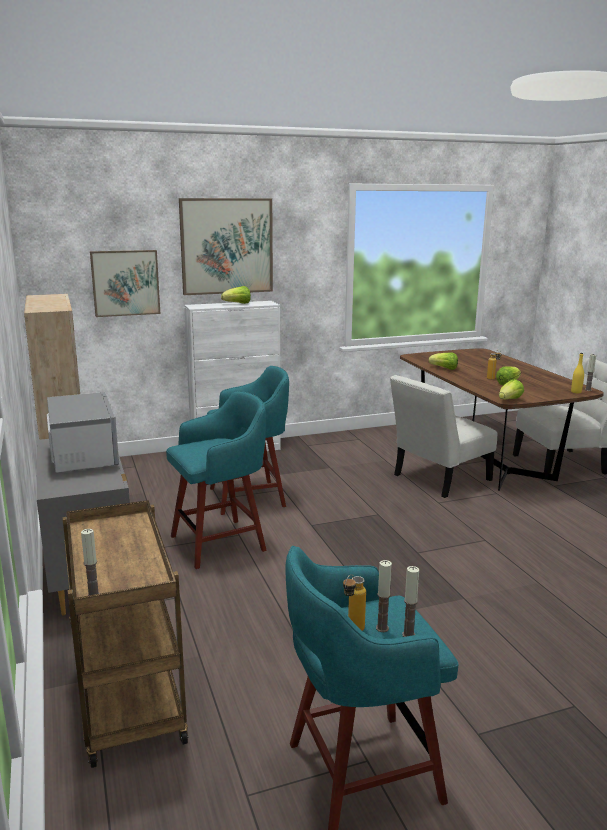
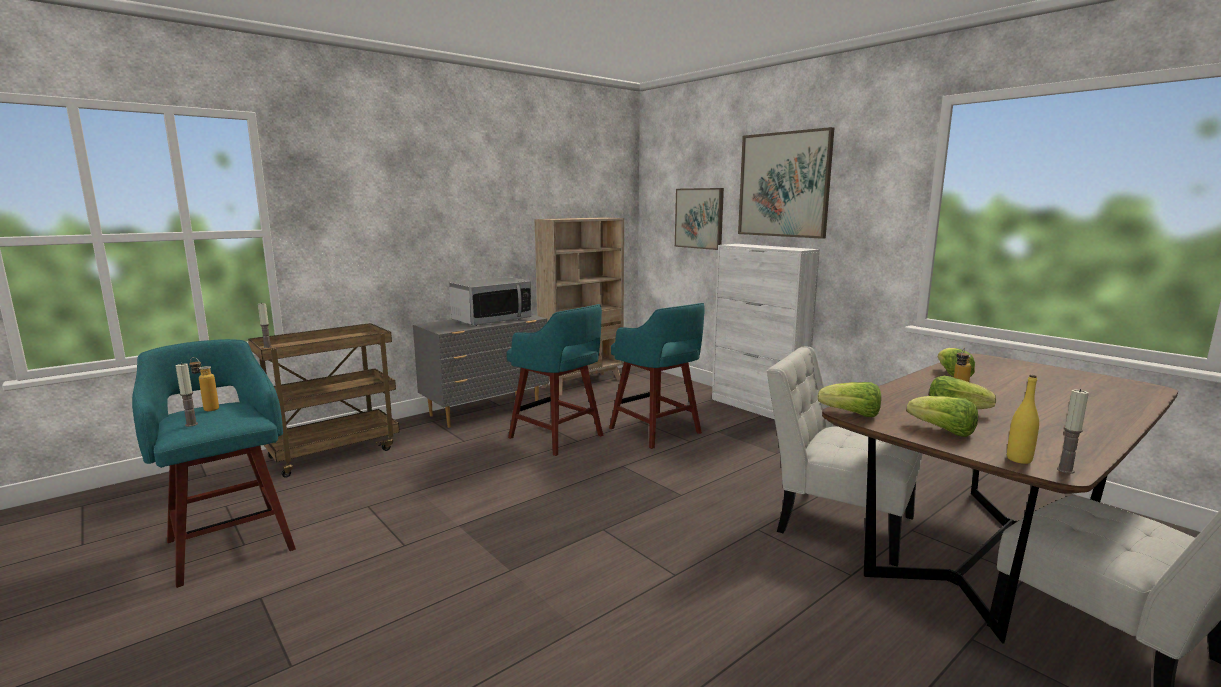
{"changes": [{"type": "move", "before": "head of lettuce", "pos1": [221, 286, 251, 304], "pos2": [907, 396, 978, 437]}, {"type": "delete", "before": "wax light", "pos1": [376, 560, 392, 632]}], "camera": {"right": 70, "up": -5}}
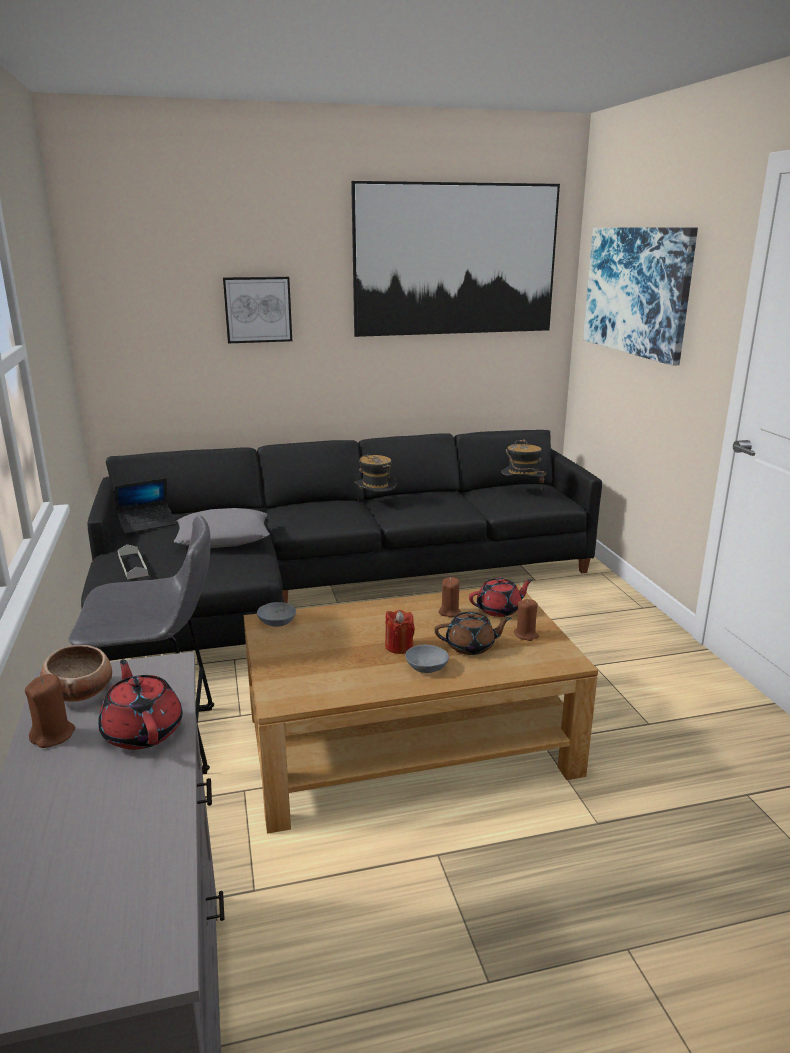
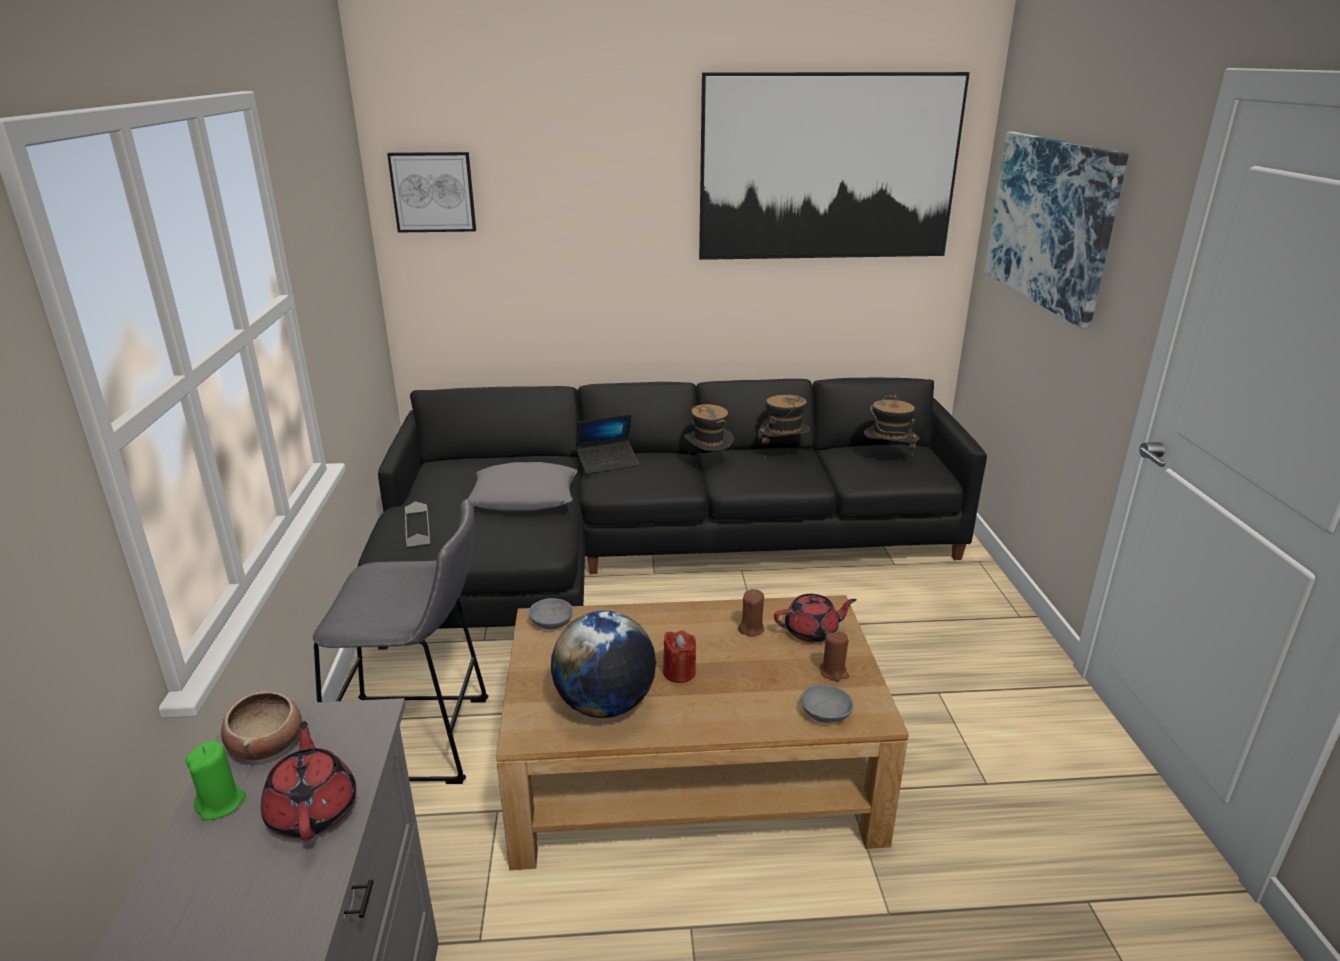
{"changes": [{"type": "move", "before": "wall art", "pos1": [223, 277, 292, 343], "pos2": [387, 152, 476, 233]}, {"type": "move", "before": "notebook computer", "pos1": [114, 478, 176, 534], "pos2": [576, 414, 639, 474]}, {"type": "delete", "before": "teapot in brown-coloured", "pos1": [434, 611, 512, 655]}, {"type": "move", "before": "deep dish in grey", "pos1": [405, 645, 449, 673], "pos2": [801, 684, 853, 723]}, {"type": "recolor", "before": "wax light in brown-coloured", "after": "wax light in green-coloured", "pos1": [25, 674, 75, 748], "pos2": [185, 740, 246, 820]}, {"type": "insert", "after": "wearable hat", "pos2": [758, 395, 810, 458]}, {"type": "insert", "after": "desk globe", "pos2": [551, 611, 656, 718]}], "camera": {"right": 10, "up": 5}}
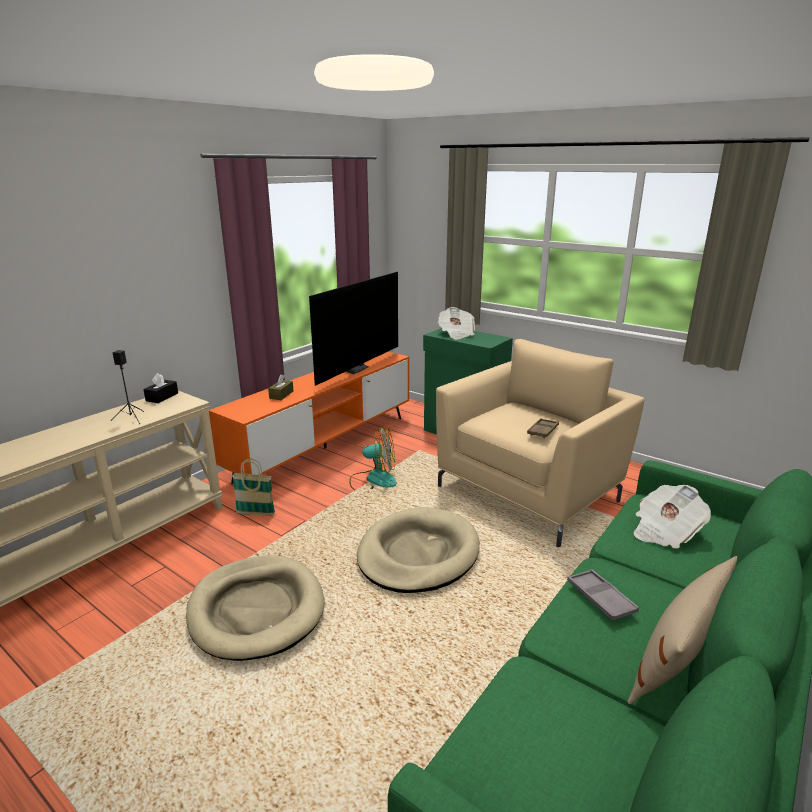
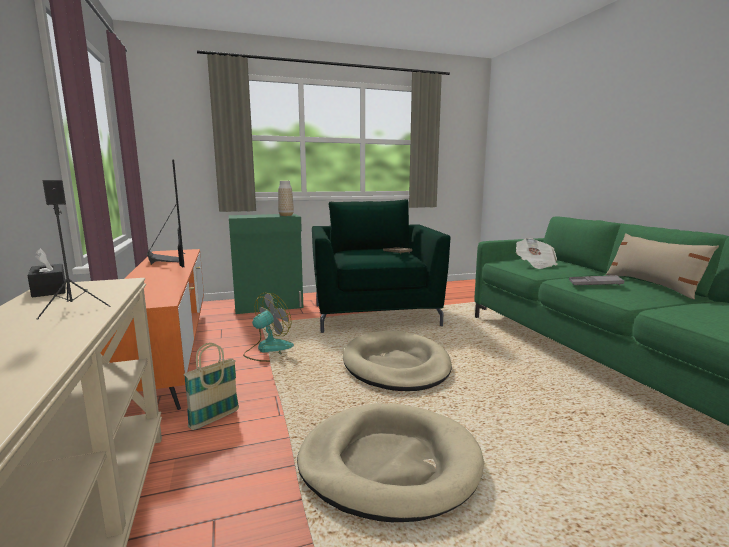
{"changes": [{"type": "delete", "before": "daily paper", "pos1": [438, 307, 475, 340]}, {"type": "recolor", "before": "lounge chair in sand-coloured", "after": "lounge chair in green-coloured", "pos1": [436, 339, 645, 547], "pos2": [312, 199, 450, 333]}, {"type": "delete", "before": "tissue box in brown-coloured", "pos1": [268, 374, 293, 400]}, {"type": "insert", "after": "flower vase", "pos2": [278, 181, 294, 216]}], "camera": {"right": -55, "up": -10}}
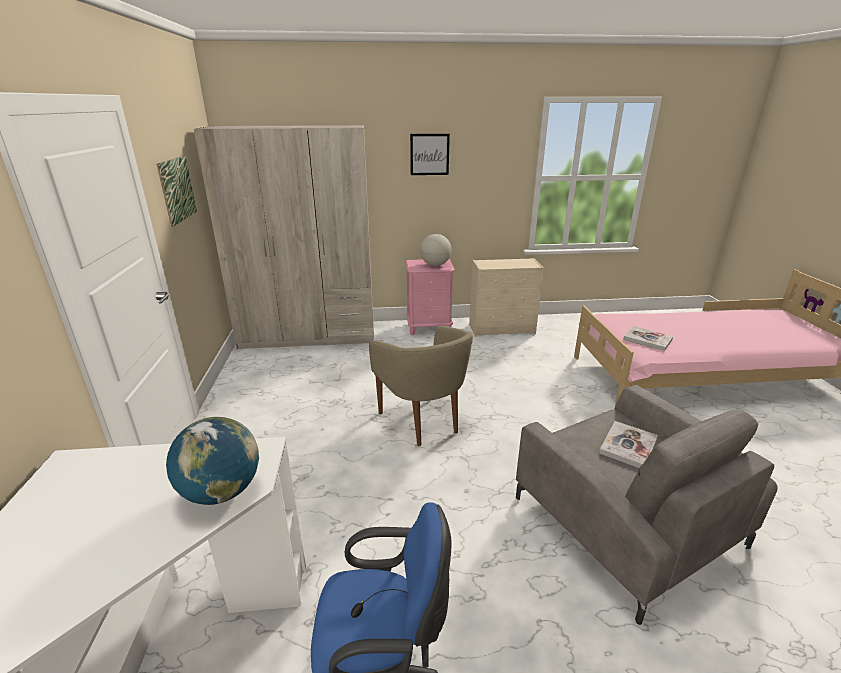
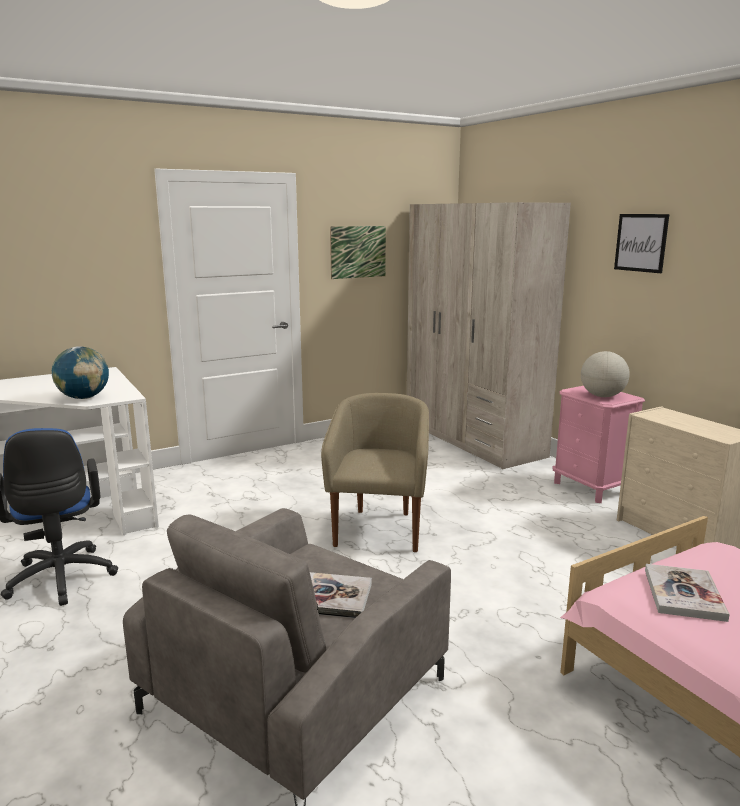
{"changes": [{"type": "rotate", "before": "lounge chair in sand-coloured", "pos1": [369, 326, 473, 446], "pos2": [321, 393, 429, 552], "turn": 150}], "camera": {"right": 65, "up": -10}}
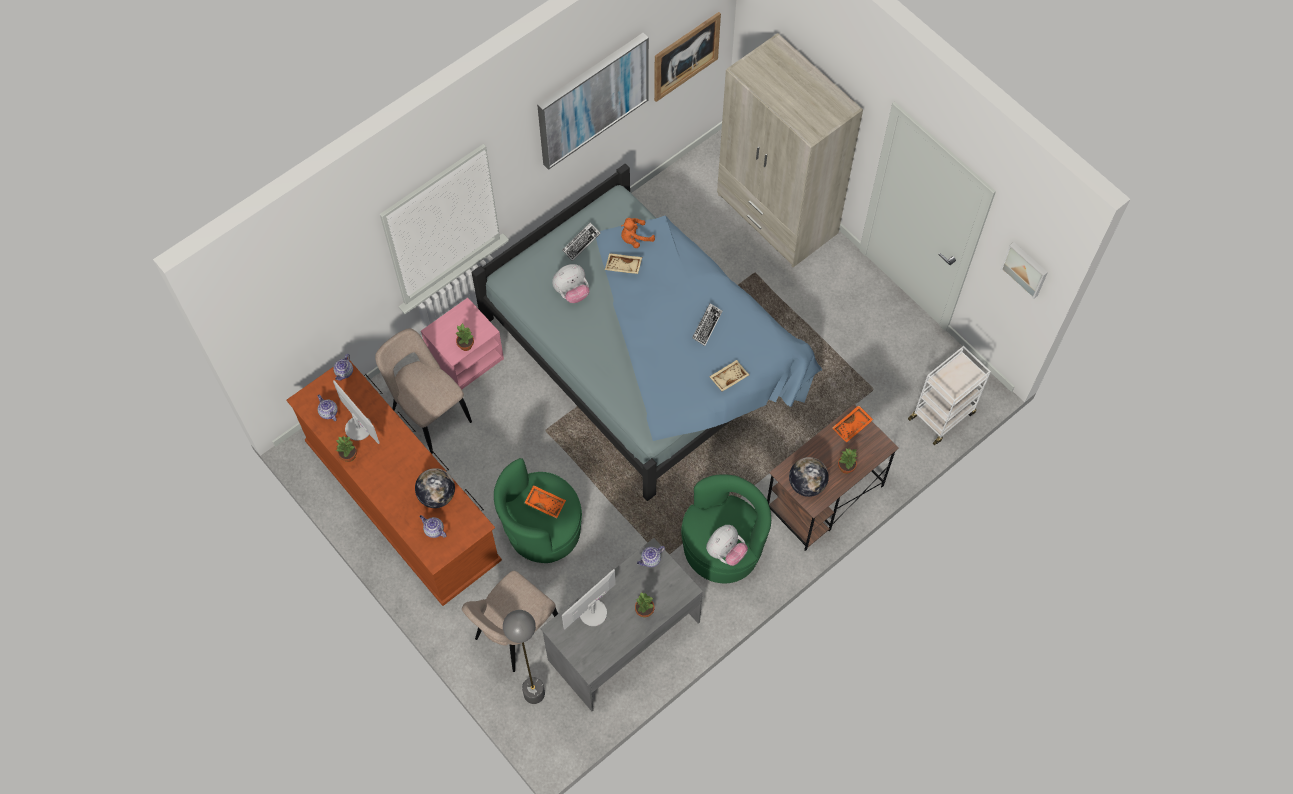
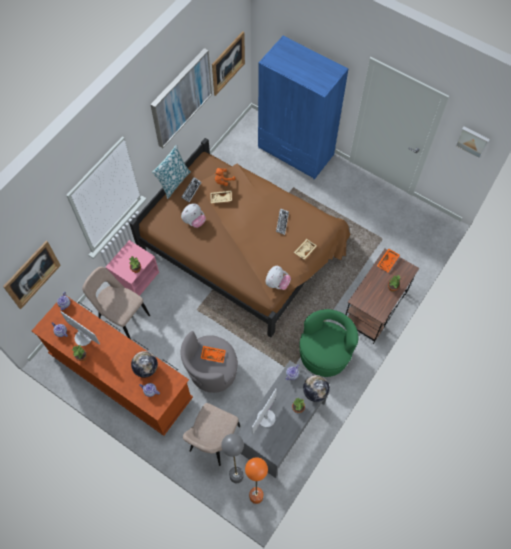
{"changes": [{"type": "recolor", "before": "armoire in sand-coloured", "after": "armoire in blue-coloured", "pos1": [717, 33, 863, 267], "pos2": [258, 36, 348, 180]}, {"type": "recolor", "before": "sleeping bed in blue-coloured", "after": "sleeping bed in brown-coloured", "pos1": [472, 164, 822, 501], "pos2": [129, 138, 350, 338]}, {"type": "delete", "before": "wheeled cart in whitish", "pos1": [908, 346, 991, 445]}, {"type": "move", "before": "desk globe", "pos1": [789, 457, 829, 497], "pos2": [303, 375, 330, 402]}, {"type": "recolor", "before": "lounge chair in green-coloured", "after": "lounge chair in grey", "pos1": [494, 458, 582, 563], "pos2": [180, 331, 238, 393]}, {"type": "move", "before": "soft toy", "pos1": [706, 525, 748, 566], "pos2": [265, 266, 291, 290]}, {"type": "insert", "after": "cushion", "pos2": [152, 145, 191, 199]}, {"type": "insert", "after": "wall art", "pos2": [3, 241, 61, 309]}, {"type": "insert", "after": "standing lamp in orange", "pos2": [245, 457, 268, 504]}], "camera": {"right": -15, "up": 0}}
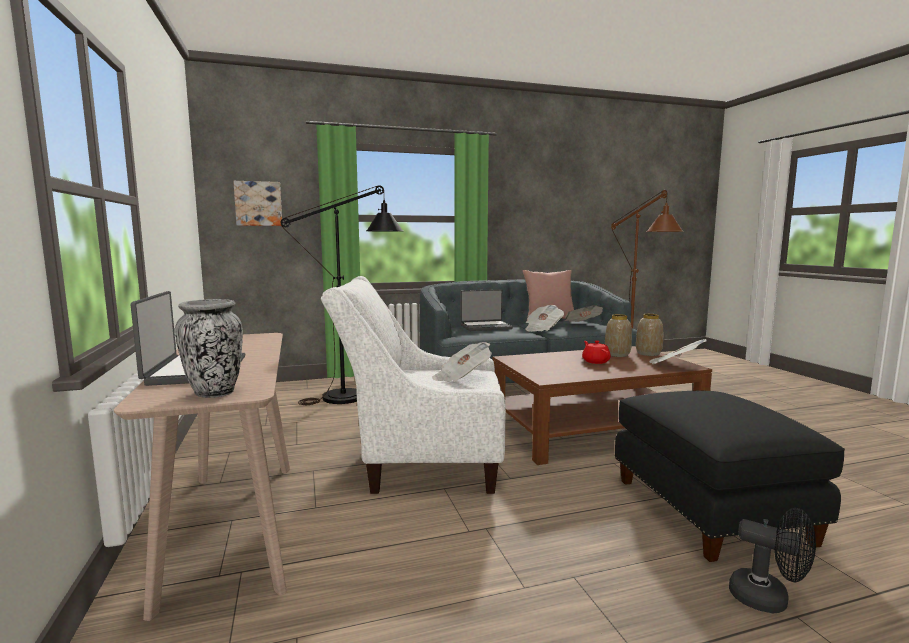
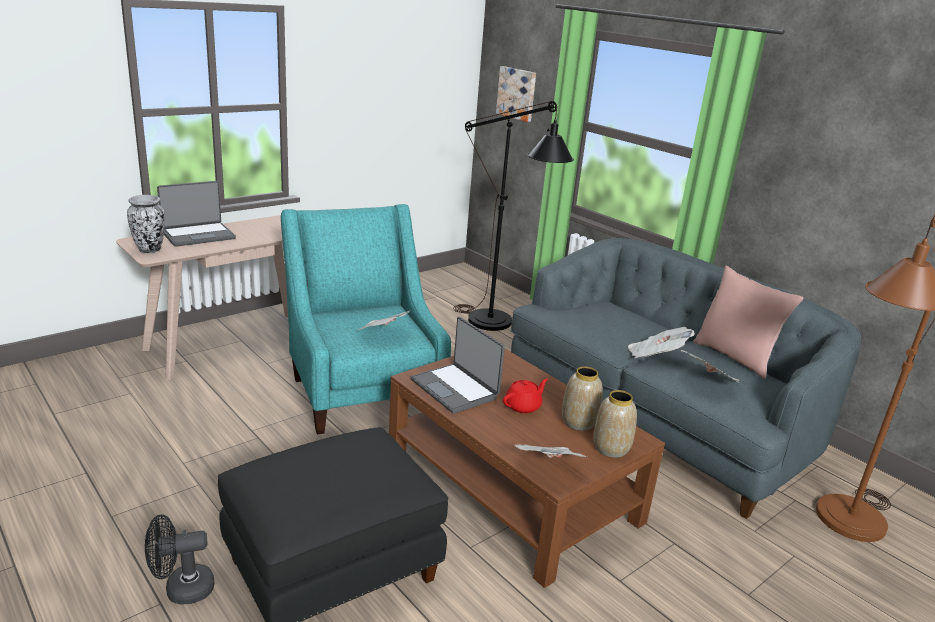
{"changes": [{"type": "recolor", "before": "lounge chair in whitish", "after": "lounge chair in turquoise-coloured", "pos1": [321, 276, 506, 494], "pos2": [281, 204, 451, 435]}, {"type": "move", "before": "notebook computer", "pos1": [460, 289, 513, 331], "pos2": [411, 317, 505, 414]}, {"type": "rotate", "before": "fan in black", "pos1": [729, 508, 816, 613], "pos2": [145, 515, 214, 605], "turn": 60}], "camera": {"right": 65, "up": 15}}
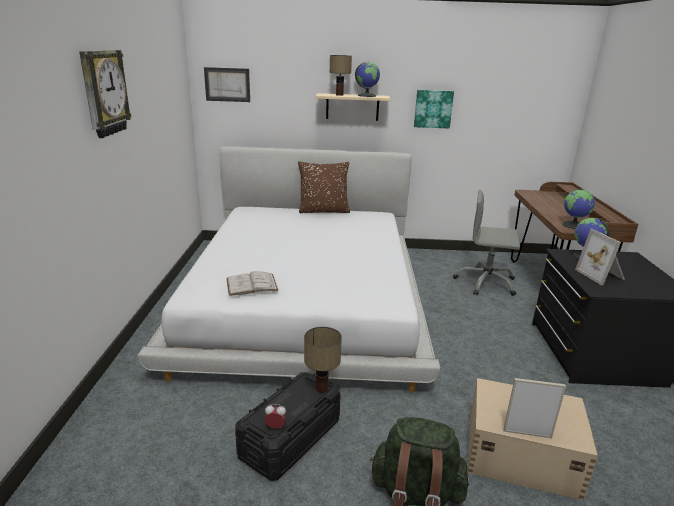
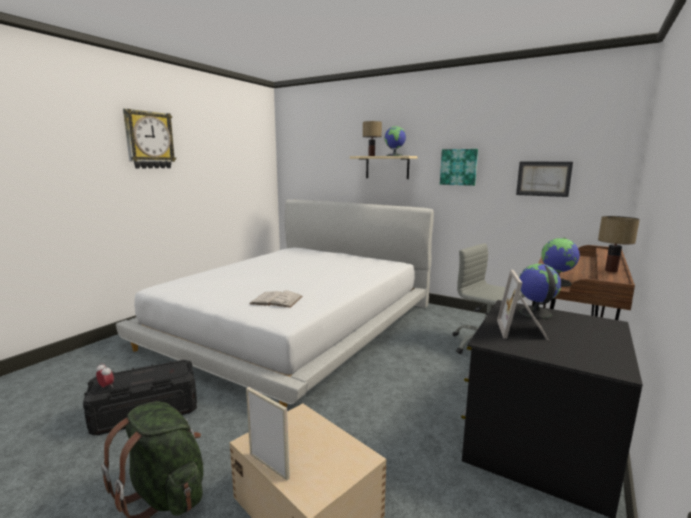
{"changes": [{"type": "move", "before": "wall art", "pos1": [204, 67, 250, 102], "pos2": [516, 162, 573, 197]}, {"type": "delete", "before": "cushion in brown-coloured", "pos1": [298, 161, 350, 213]}, {"type": "move", "before": "book in whitish", "pos1": [226, 271, 278, 296], "pos2": [250, 290, 303, 308]}, {"type": "move", "before": "lamp for a table", "pos1": [304, 327, 342, 393], "pos2": [598, 216, 640, 272]}], "camera": {"right": 30, "up": -10}}
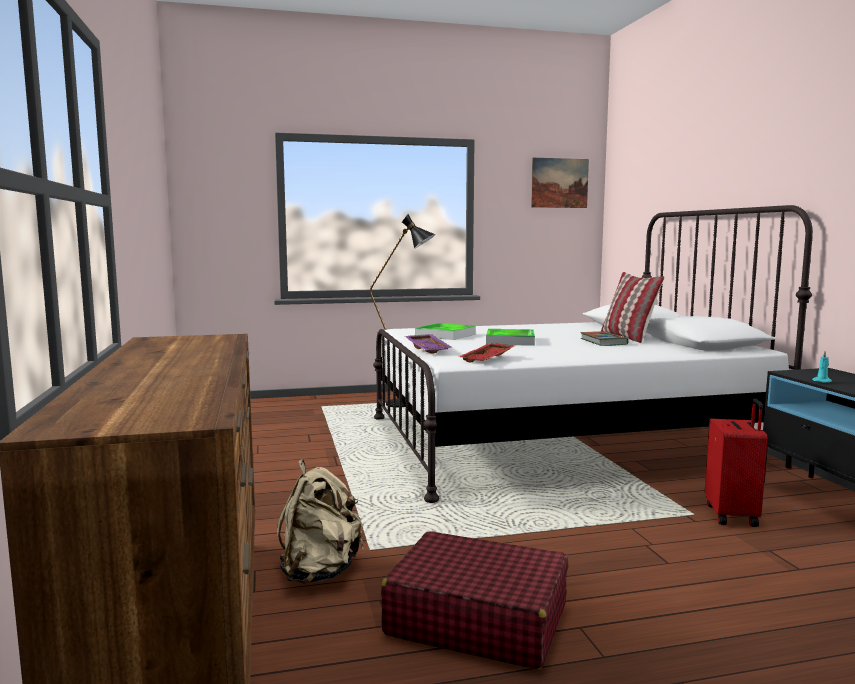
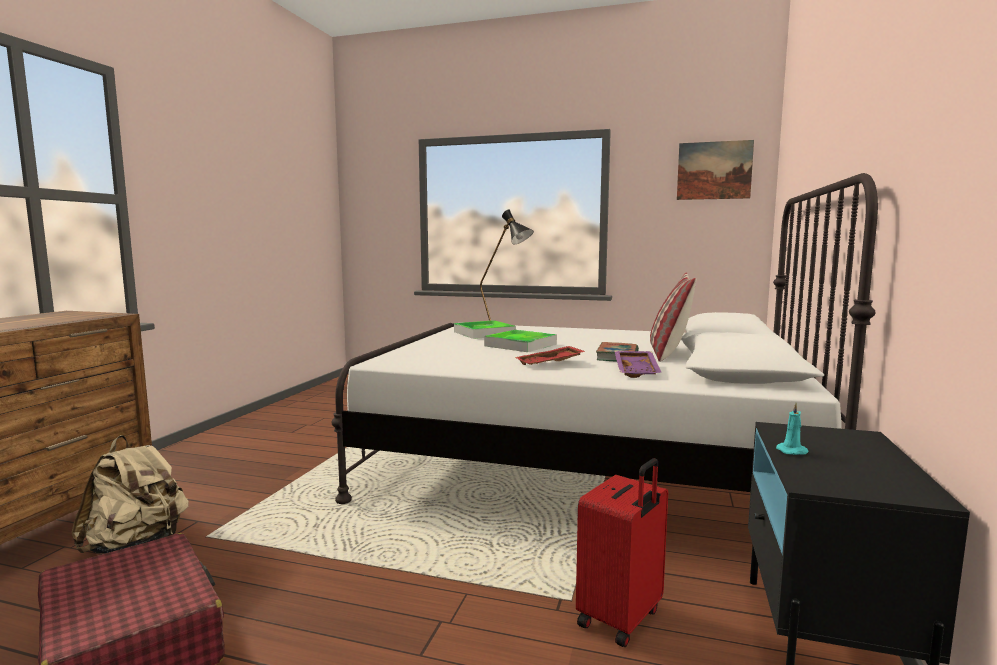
{"changes": [{"type": "move", "before": "carrying tray in purple", "pos1": [405, 334, 452, 354], "pos2": [614, 351, 662, 378]}, {"type": "move", "before": "carrying tray in reddish", "pos1": [459, 343, 514, 363], "pos2": [515, 346, 585, 365]}], "camera": {"right": 30, "up": 0}}
